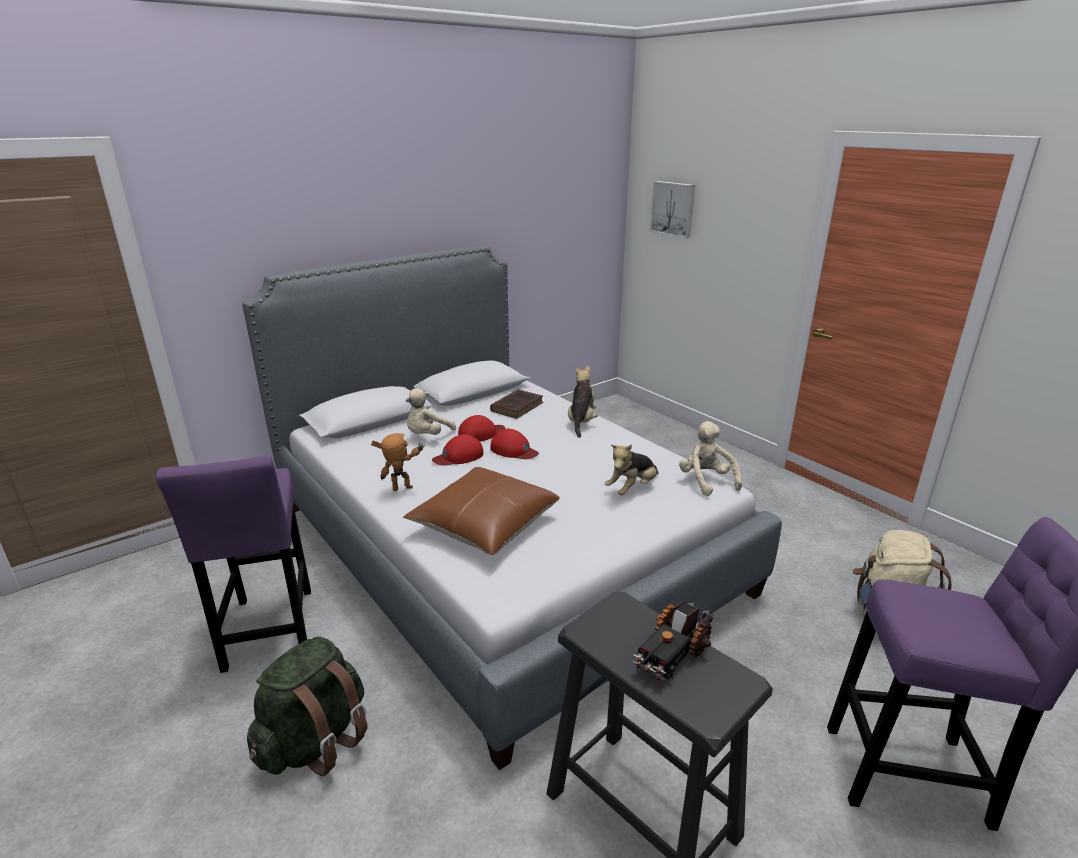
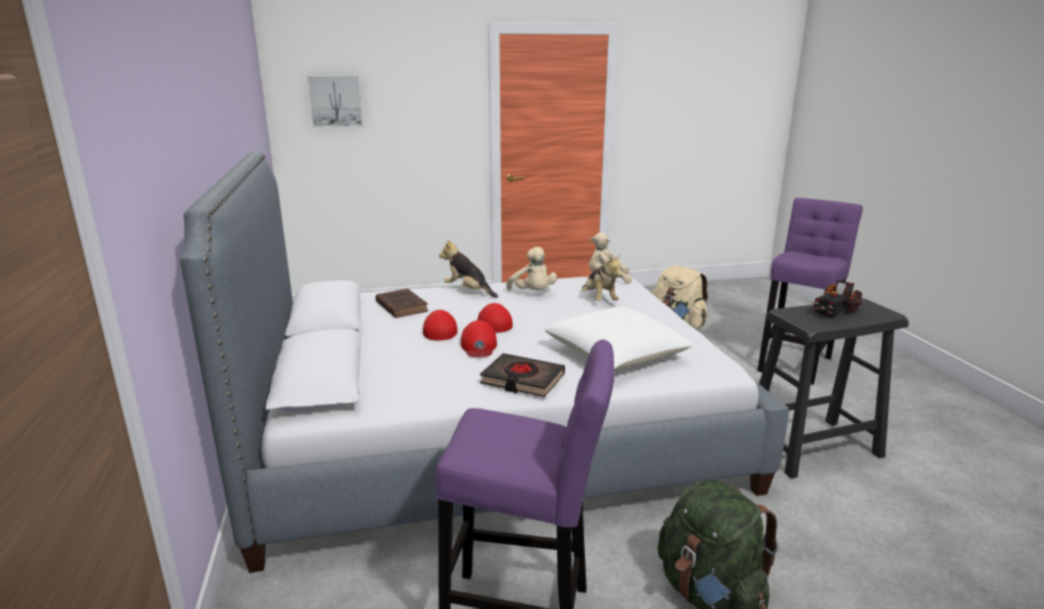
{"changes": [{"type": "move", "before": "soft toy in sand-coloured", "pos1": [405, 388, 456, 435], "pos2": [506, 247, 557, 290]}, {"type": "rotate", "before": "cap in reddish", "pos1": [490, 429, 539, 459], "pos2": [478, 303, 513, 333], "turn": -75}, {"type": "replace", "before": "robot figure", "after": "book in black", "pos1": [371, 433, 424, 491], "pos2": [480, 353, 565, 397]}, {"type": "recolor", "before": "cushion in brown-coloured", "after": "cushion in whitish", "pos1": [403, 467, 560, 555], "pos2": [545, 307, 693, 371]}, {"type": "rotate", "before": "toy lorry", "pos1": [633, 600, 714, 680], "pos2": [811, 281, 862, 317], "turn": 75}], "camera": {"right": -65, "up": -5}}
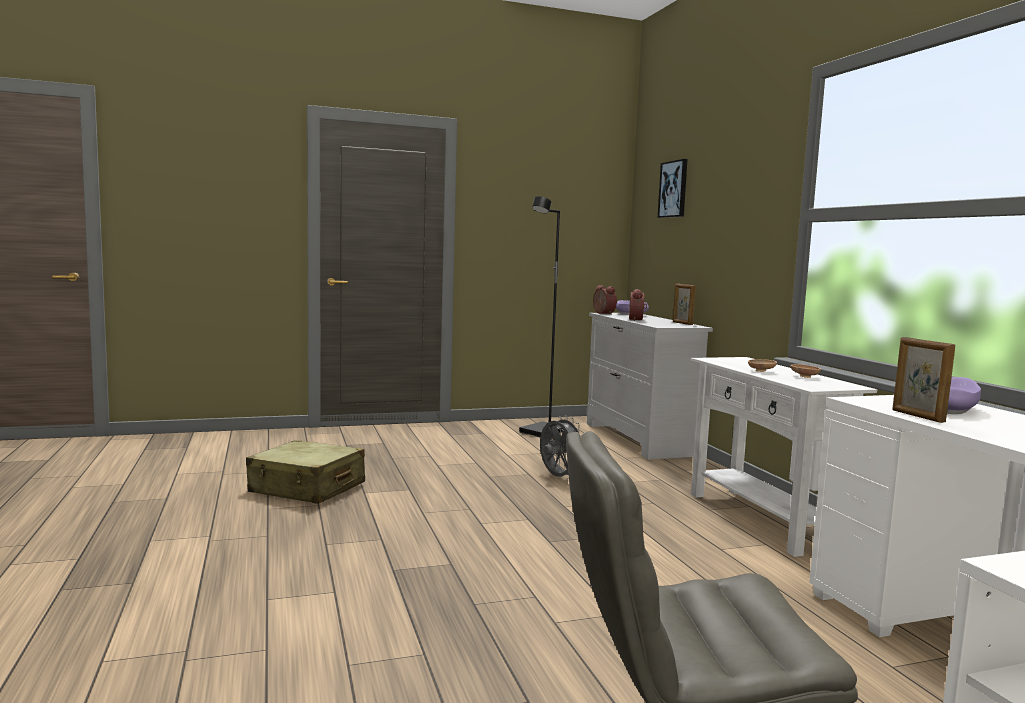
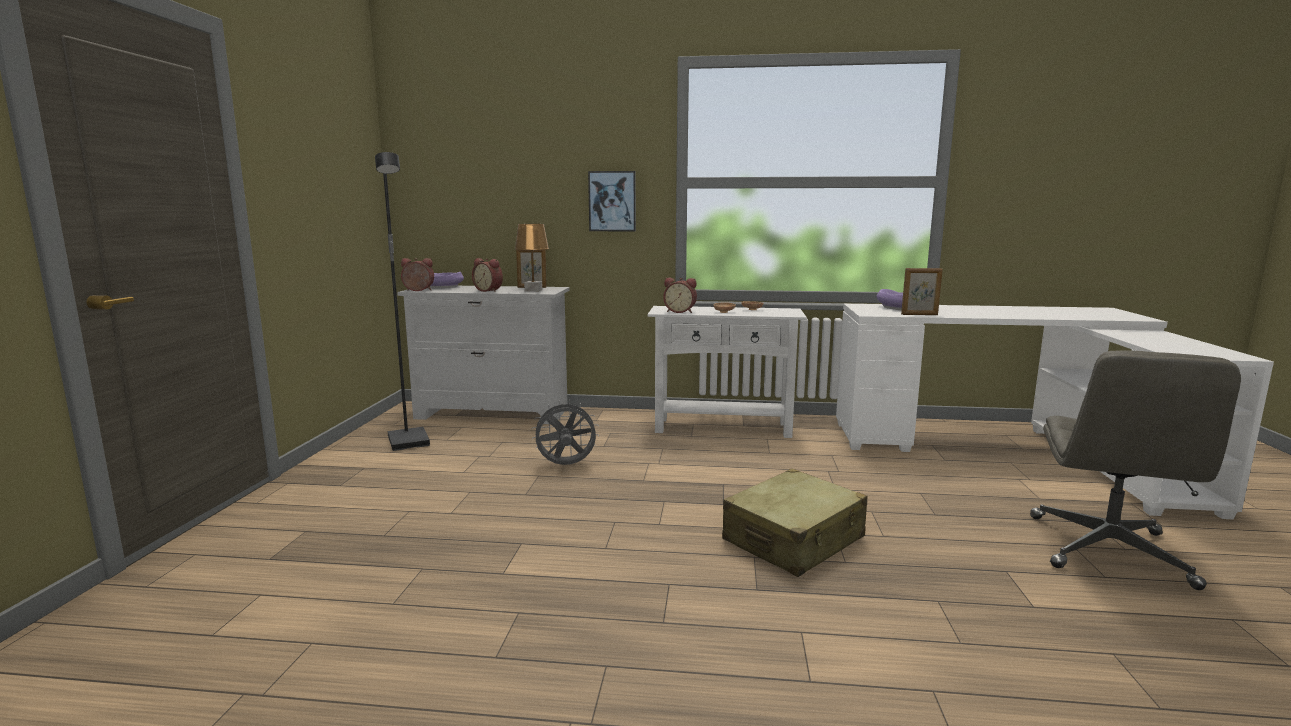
{"changes": [{"type": "move", "before": "wall art", "pos1": [658, 159, 688, 218], "pos2": [588, 171, 636, 231]}, {"type": "move", "before": "piece of luggage in sand-coloured", "pos1": [246, 440, 365, 504], "pos2": [722, 469, 868, 577]}, {"type": "insert", "after": "lamp for a table in brown-coloured", "pos2": [515, 224, 549, 292]}, {"type": "insert", "after": "bedside clock", "pos2": [663, 278, 697, 313]}], "camera": {"right": -65, "up": 5}}
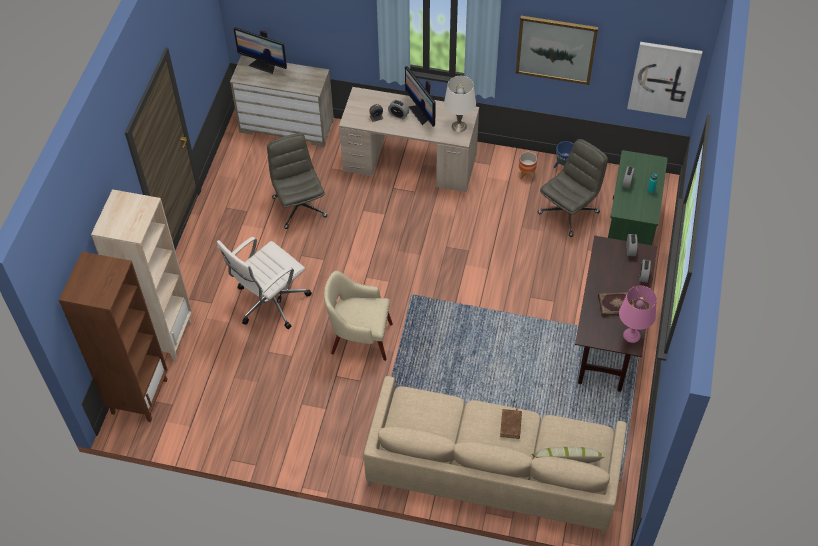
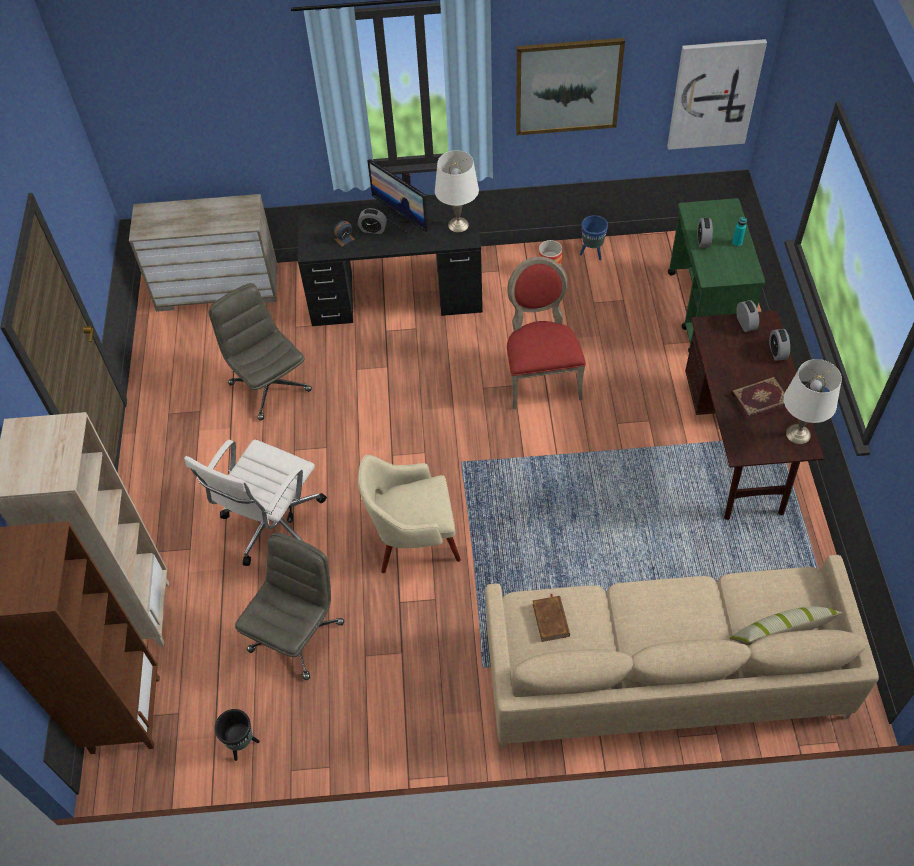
{"changes": [{"type": "delete", "before": "monitor", "pos1": [234, 27, 287, 74]}, {"type": "recolor", "before": "desk in sand-coloured", "after": "desk in black", "pos1": [339, 87, 479, 192], "pos2": [298, 198, 483, 326]}, {"type": "move", "before": "computer chair in grey", "pos1": [537, 139, 608, 237], "pos2": [235, 533, 344, 680]}, {"type": "recolor", "before": "lamp for a table in pink-coloured", "after": "lamp for a table in whitish", "pos1": [619, 286, 657, 343], "pos2": [784, 359, 842, 444]}, {"type": "move", "before": "book in brown-coloured", "pos1": [500, 408, 522, 439], "pos2": [533, 594, 570, 642]}, {"type": "insert", "after": "plain chair in reddish", "pos2": [507, 257, 586, 409]}, {"type": "insert", "after": "planter in black", "pos2": [214, 709, 260, 761]}], "camera": {"right": -15, "up": 0}}
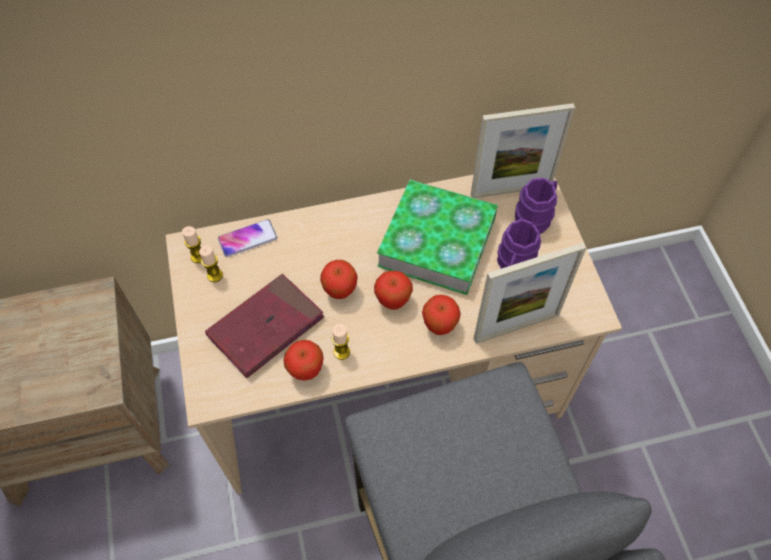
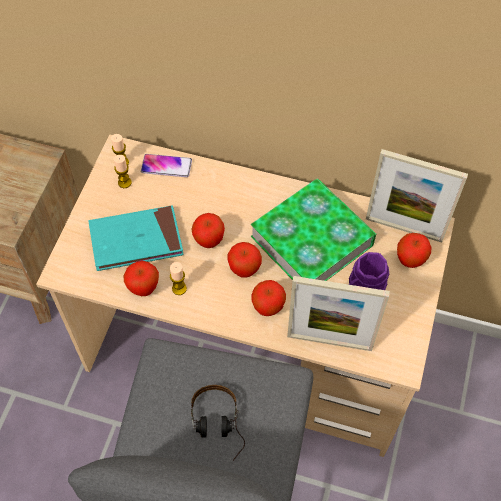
{"changes": [{"type": "replace", "before": "mug in purple", "after": "whole apple", "pos1": [515, 178, 557, 234], "pos2": [397, 233, 431, 268]}, {"type": "recolor", "before": "book in reddish", "after": "book in turquoise-coloured", "pos1": [205, 274, 324, 378], "pos2": [88, 205, 184, 271]}, {"type": "insert", "after": "headphones", "pos2": [191, 385, 245, 461]}], "camera": {"right": 30, "up": 0}}
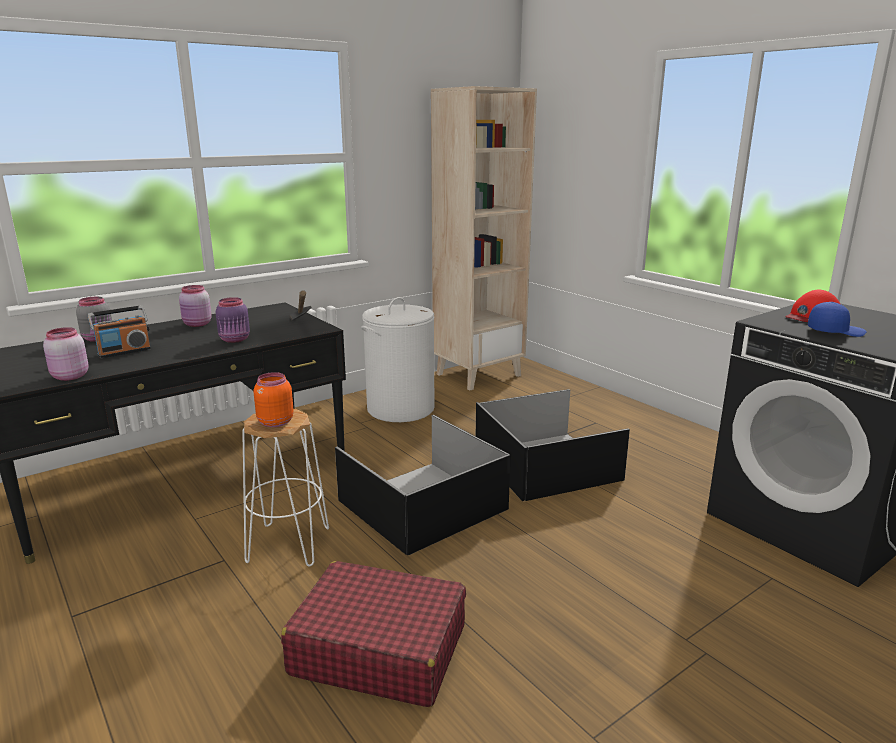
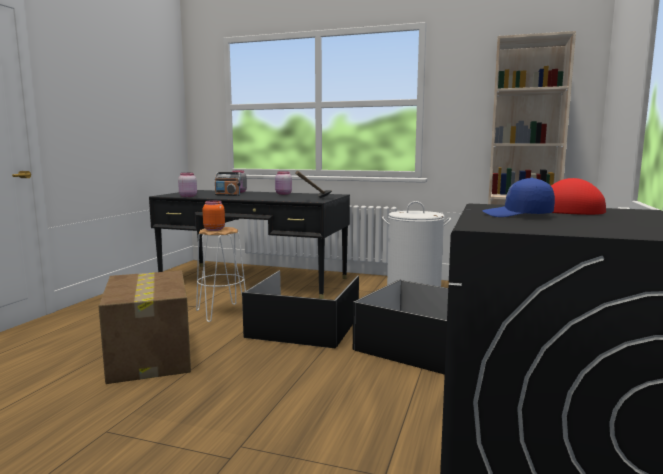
{"changes": [{"type": "delete", "before": "preserve jar in purple", "pos1": [216, 297, 250, 343]}, {"type": "rotate", "before": "cap in blue-coloured", "pos1": [808, 302, 867, 337], "pos2": [482, 178, 555, 217], "turn": 135}, {"type": "replace", "before": "piece of luggage in reddish", "after": "packing box", "pos1": [281, 561, 466, 707], "pos2": [99, 270, 191, 384]}], "camera": {"right": 55, "up": -10}}
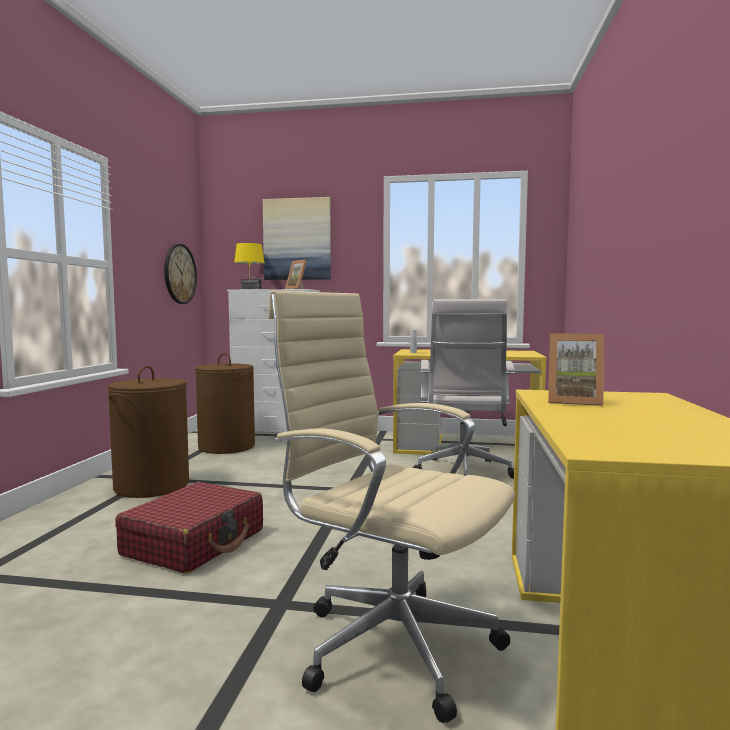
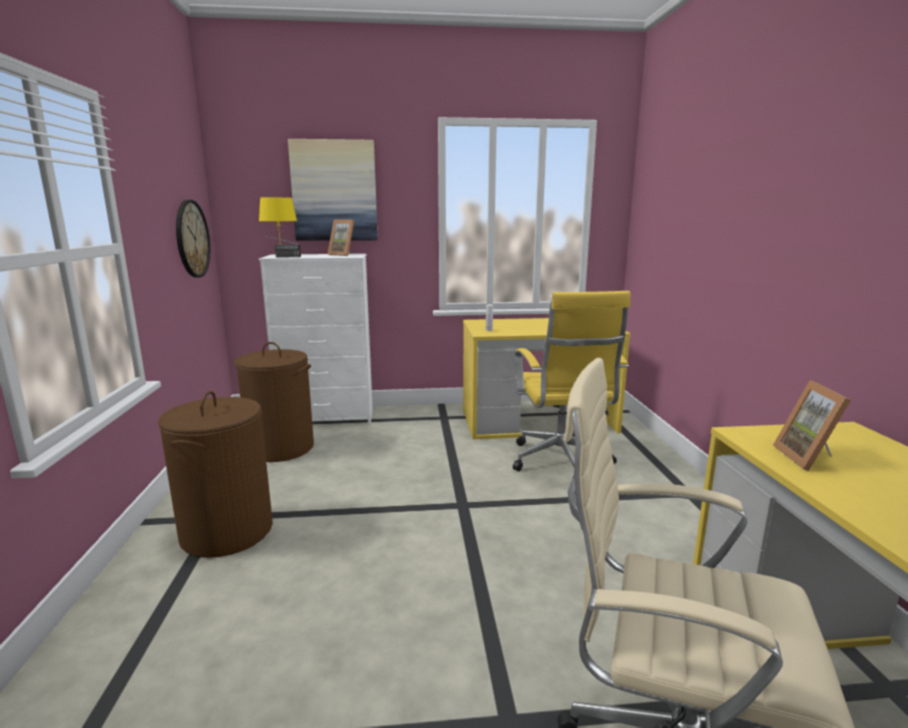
{"changes": [{"type": "recolor", "before": "computer chair in whitish", "after": "computer chair in yellow", "pos1": [413, 299, 515, 478], "pos2": [513, 291, 630, 471]}, {"type": "rotate", "before": "photo frame", "pos1": [548, 333, 604, 406], "pos2": [773, 380, 851, 471], "turn": 90}, {"type": "delete", "before": "piece of luggage in reddish", "pos1": [115, 482, 263, 574]}], "camera": {"right": -15, "up": 10}}
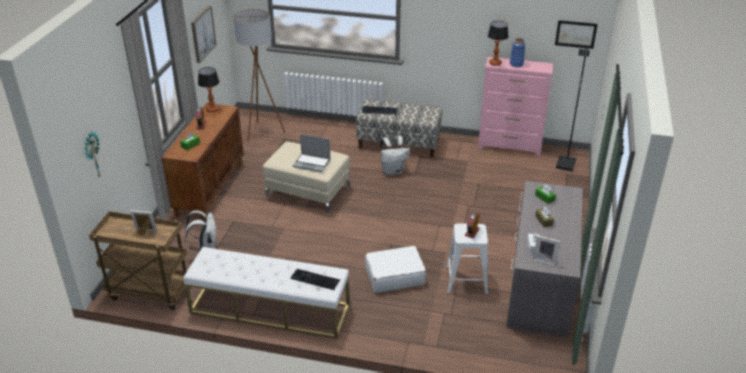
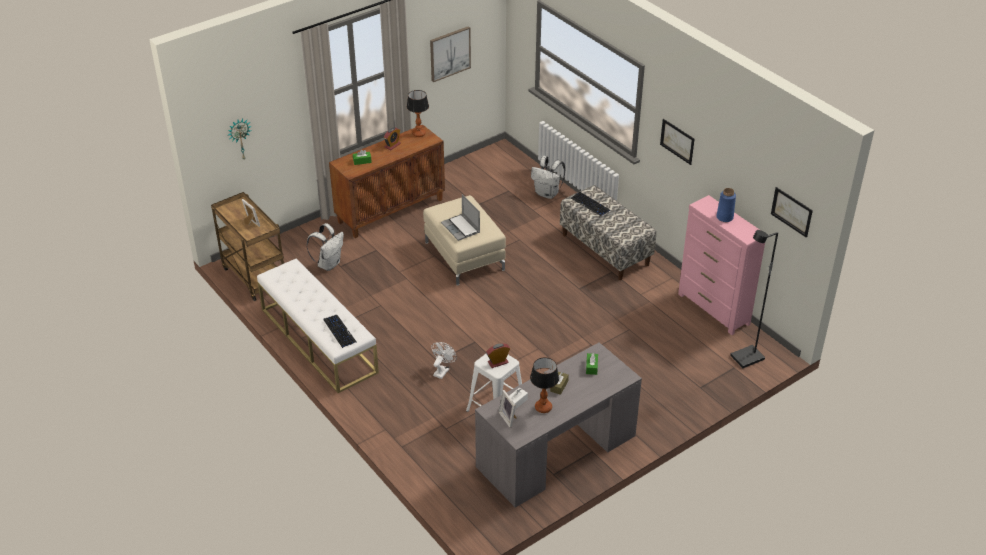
{"changes": [{"type": "delete", "before": "standing lamp in brown-coloured", "pos1": [233, 9, 285, 142]}, {"type": "move", "before": "lamp for a table", "pos1": [488, 21, 509, 66], "pos2": [530, 357, 559, 413]}, {"type": "move", "before": "knapsack in whitish", "pos1": [380, 136, 410, 175], "pos2": [531, 156, 565, 199]}, {"type": "replace", "before": "piece of luggage in whitish", "after": "fan in whitish", "pos1": [365, 246, 426, 293], "pos2": [431, 342, 457, 379]}, {"type": "insert", "after": "wall art", "pos2": [660, 119, 695, 165]}], "camera": {"right": 40, "up": 5}}
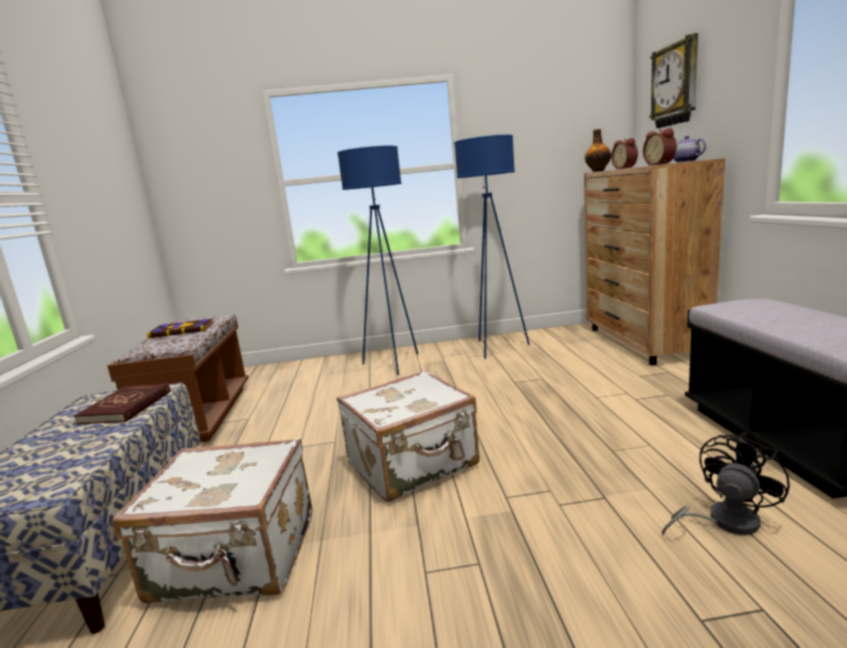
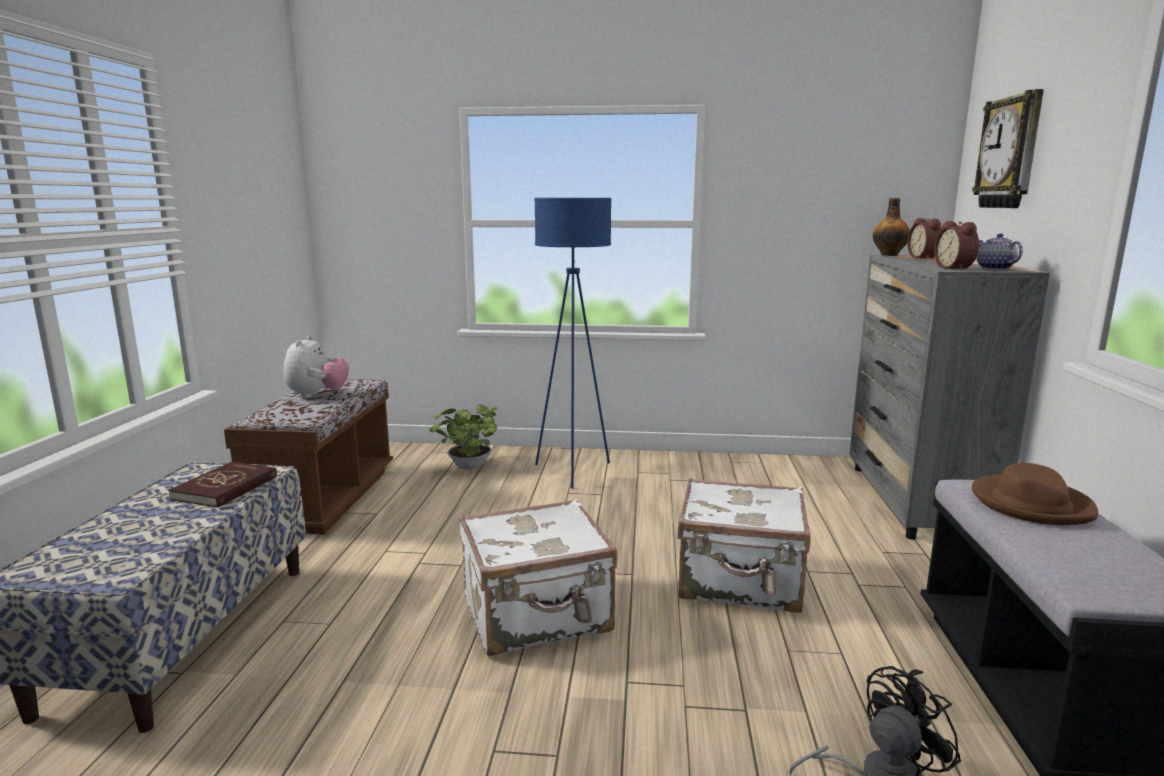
{"changes": [{"type": "delete", "before": "standing lamp in blue-coloured", "pos1": [454, 135, 530, 359]}, {"type": "recolor", "before": "dresser in brown-coloured", "after": "dresser in grey", "pos1": [584, 158, 725, 365], "pos2": [850, 255, 1050, 540]}, {"type": "replace", "before": "book", "after": "soft toy", "pos1": [147, 318, 213, 338], "pos2": [284, 336, 349, 399]}, {"type": "move", "before": "piece of luggage in whitish", "pos1": [112, 438, 312, 604], "pos2": [677, 478, 811, 613]}, {"type": "insert", "after": "houseplant", "pos2": [429, 404, 497, 470]}, {"type": "insert", "after": "wearable hat in brown-coloured", "pos2": [972, 463, 1098, 525]}], "camera": {"right": 10, "up": 0}}
